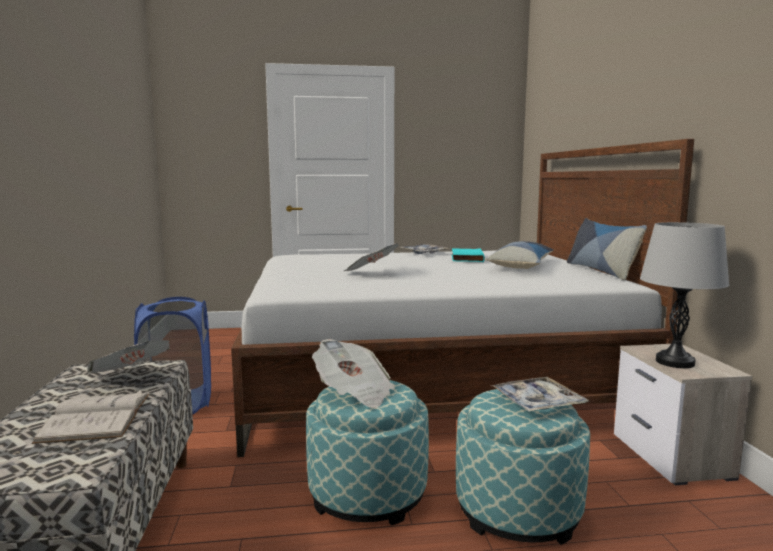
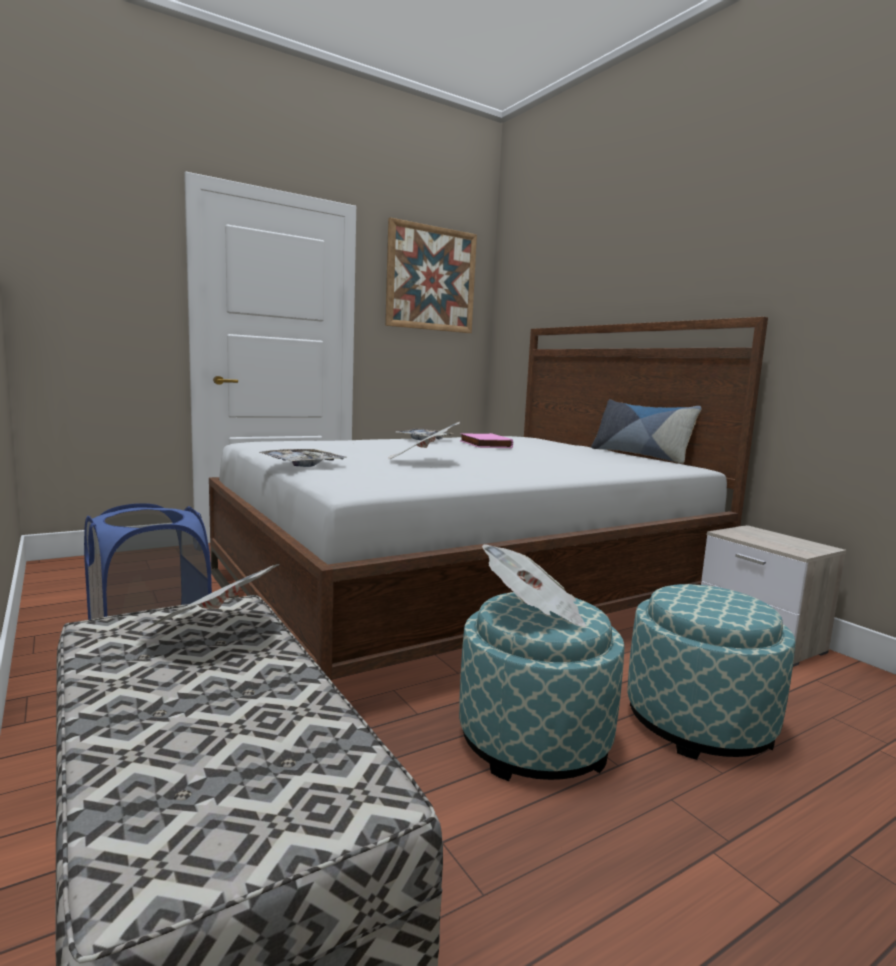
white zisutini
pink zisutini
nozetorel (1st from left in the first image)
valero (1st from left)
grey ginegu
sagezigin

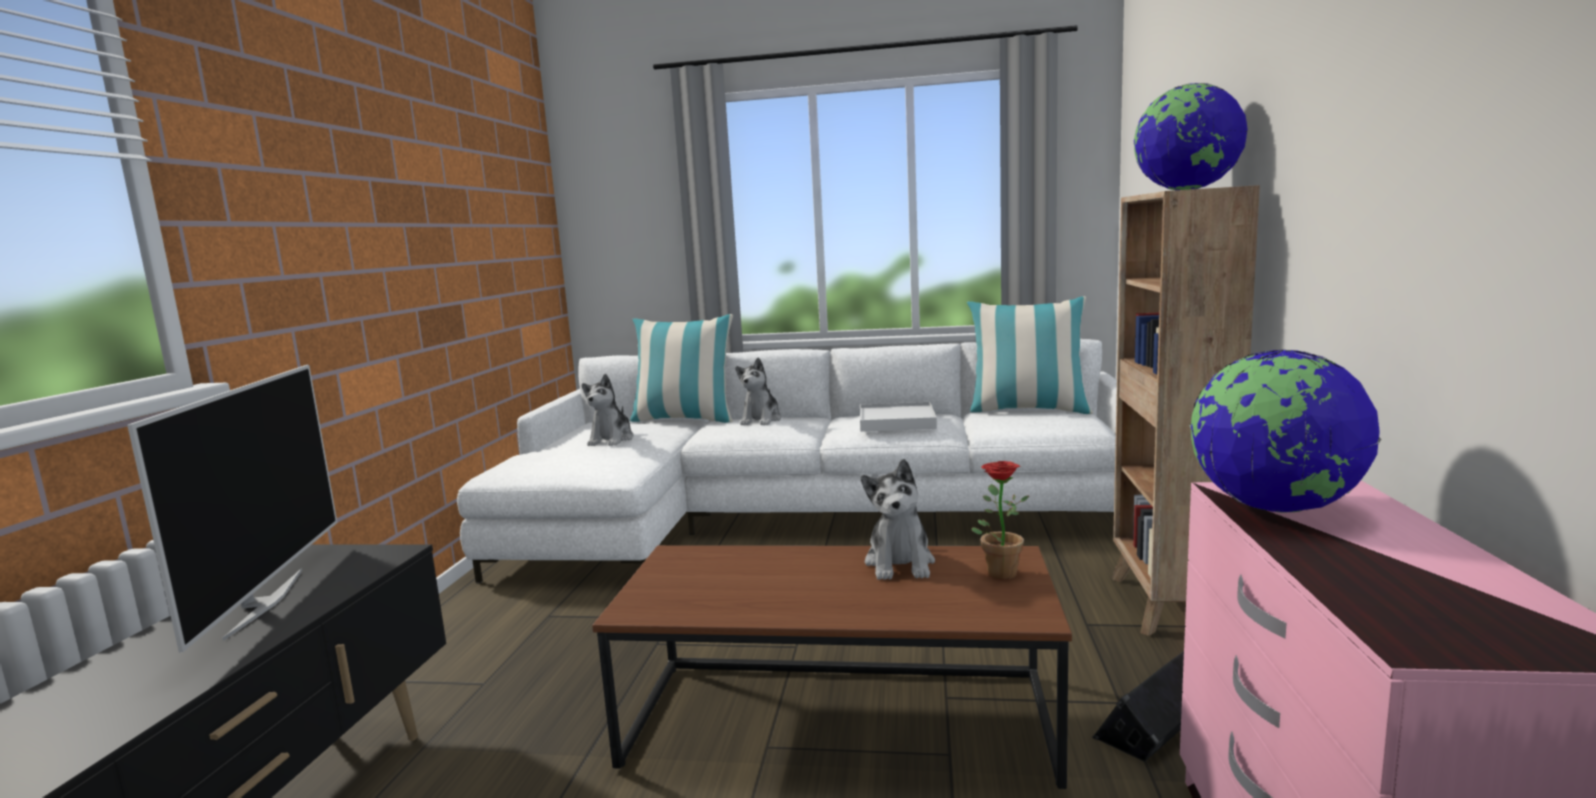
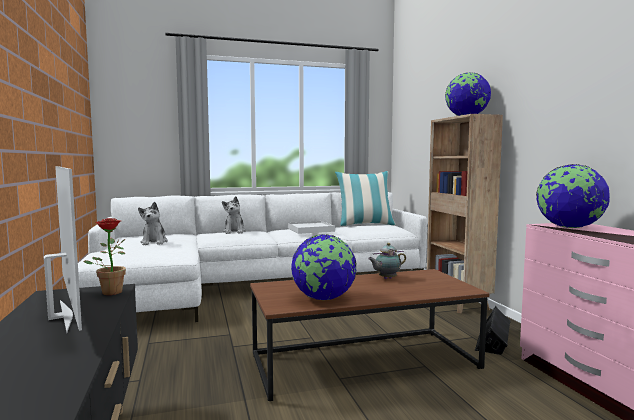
nozetorel (1st from left in the first image)
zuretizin
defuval
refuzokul (1st from left)

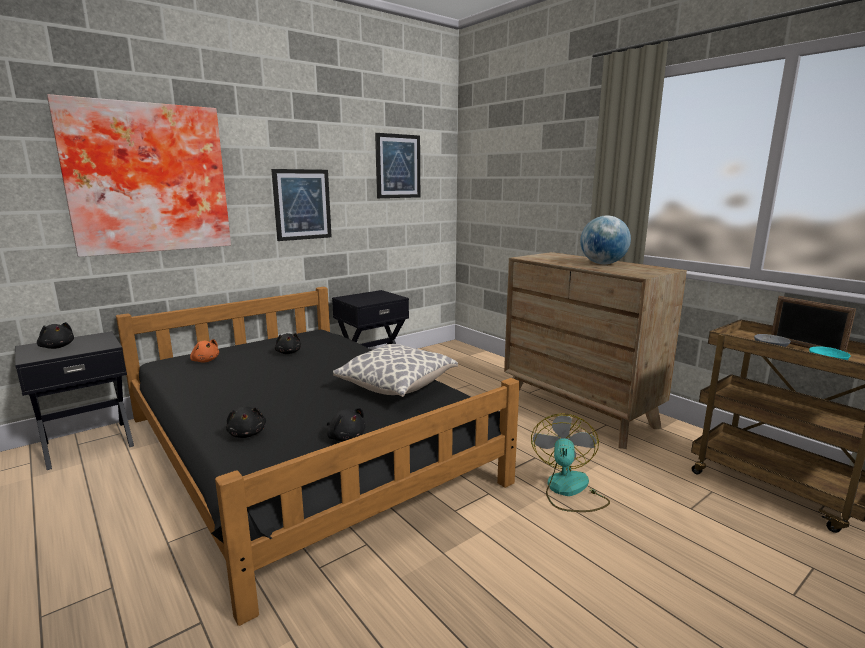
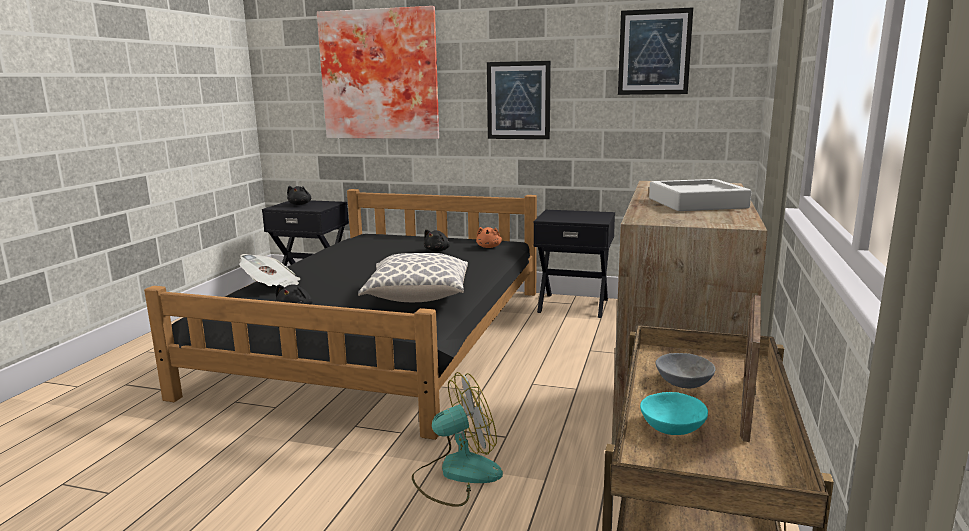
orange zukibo
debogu
grey valero

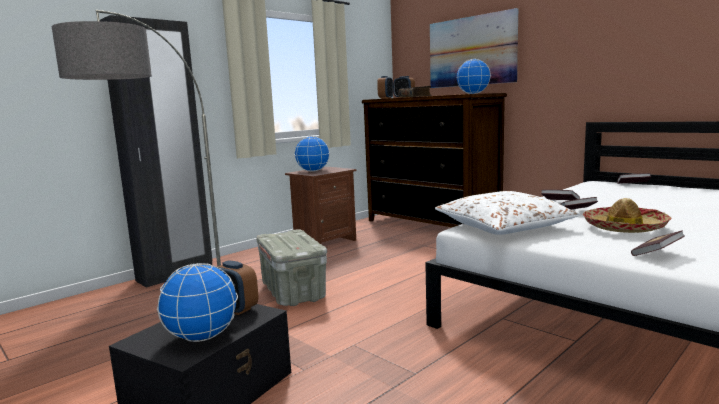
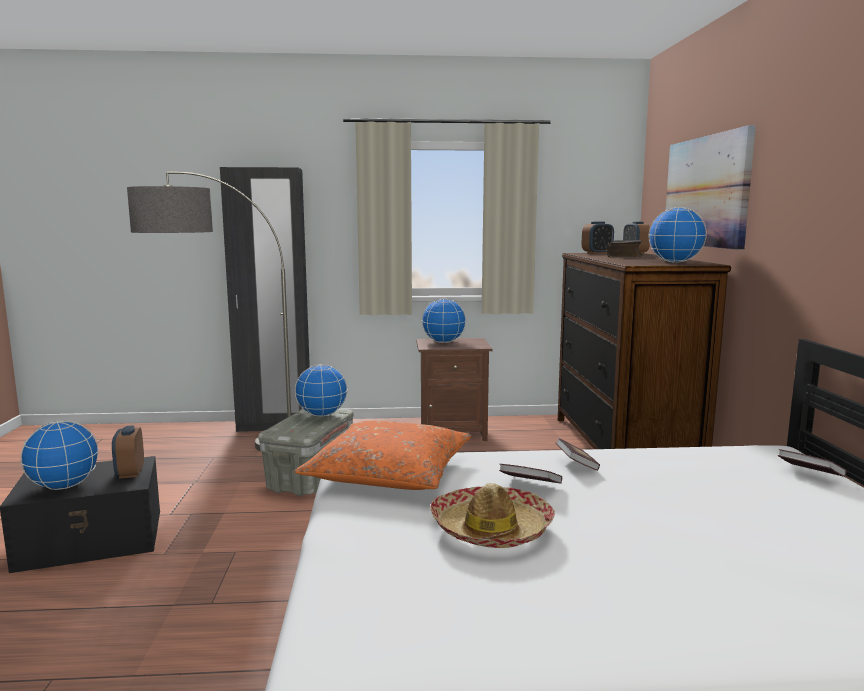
orange nozetorel
zisutini (5th from left in the first image)
refuzokul (2nd from left)

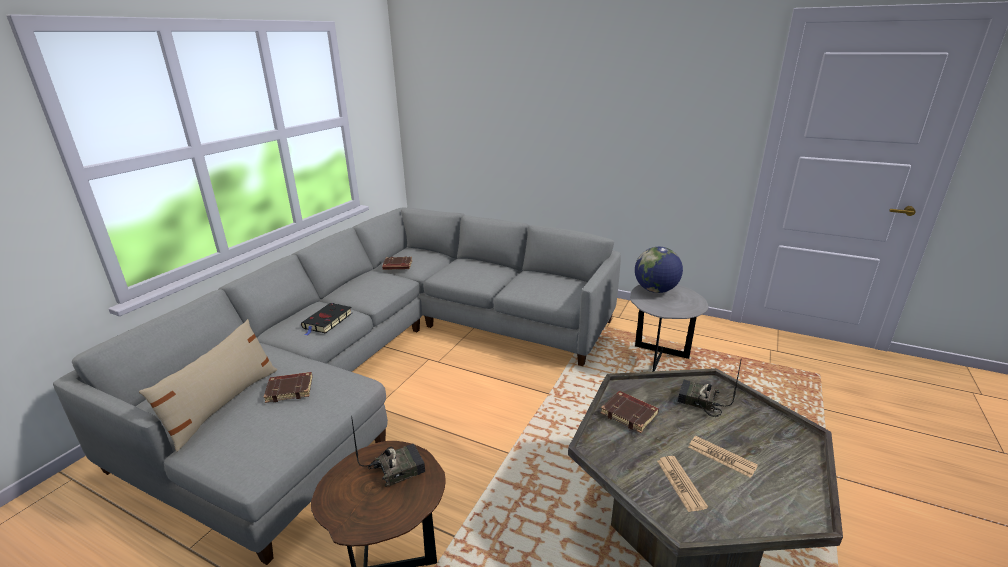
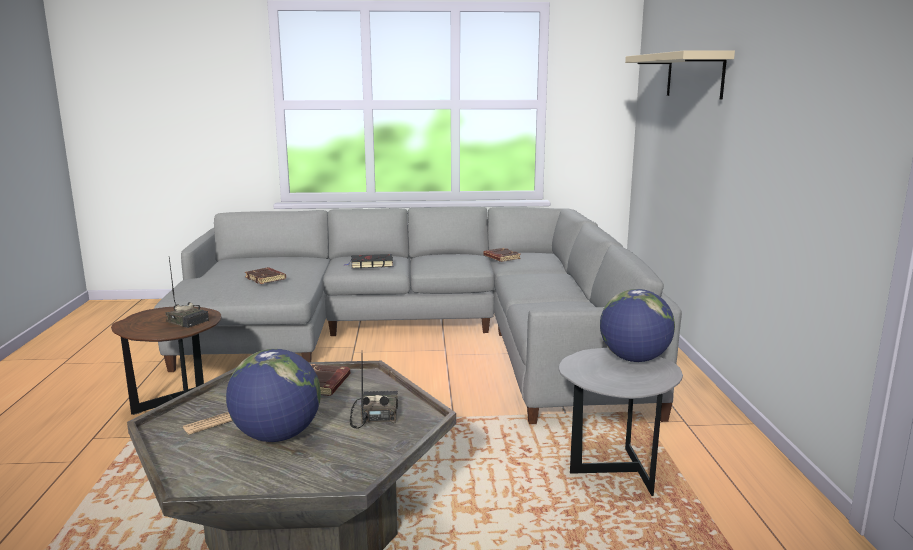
beige nozetorel
refuzokul (1st from left)
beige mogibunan

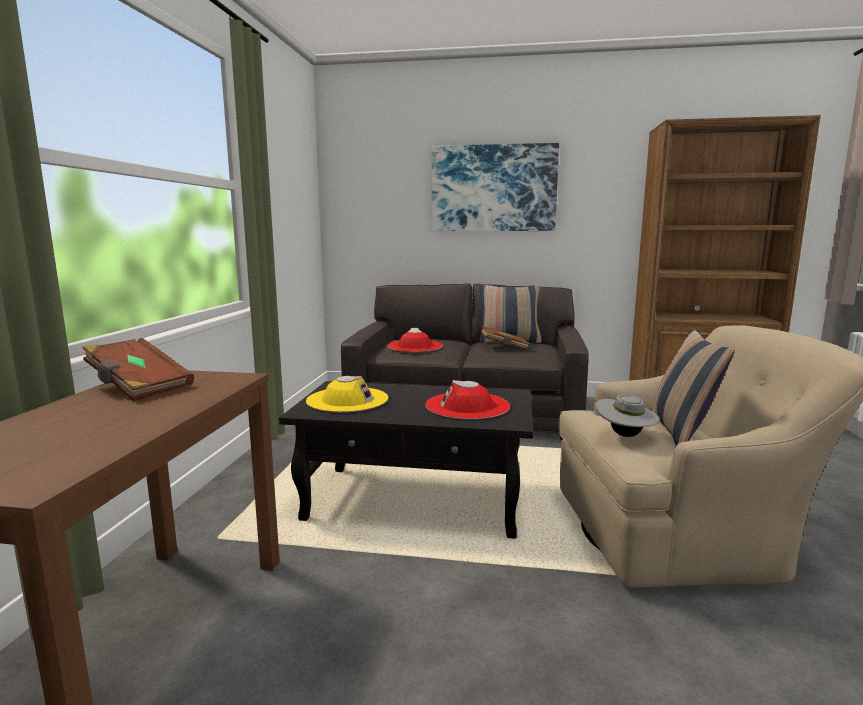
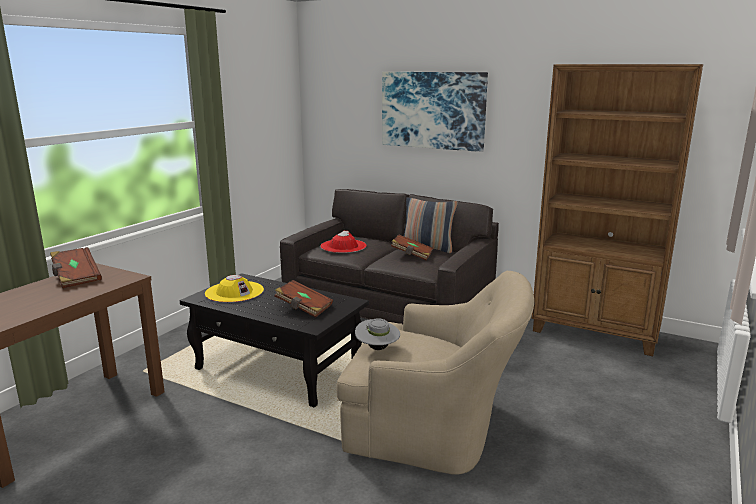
brown zisutini (2nd from left)
nozetorel (2nd from left in the first image)

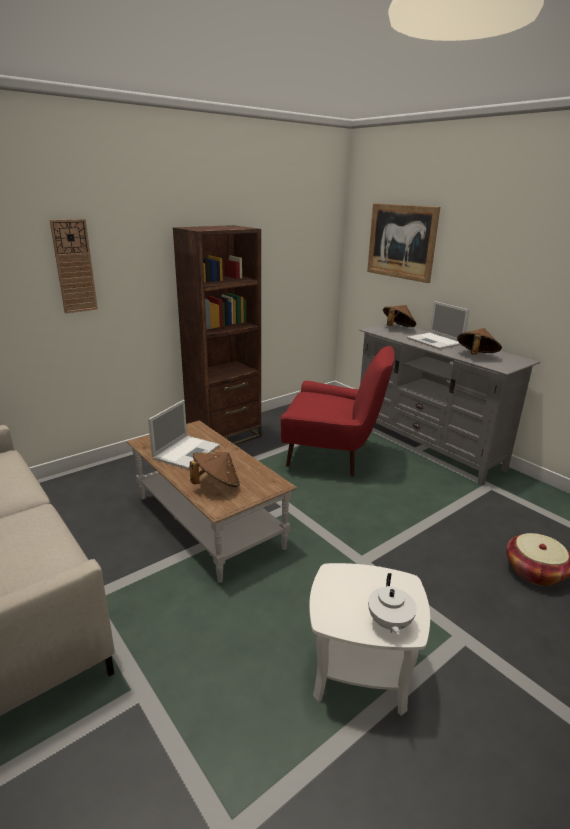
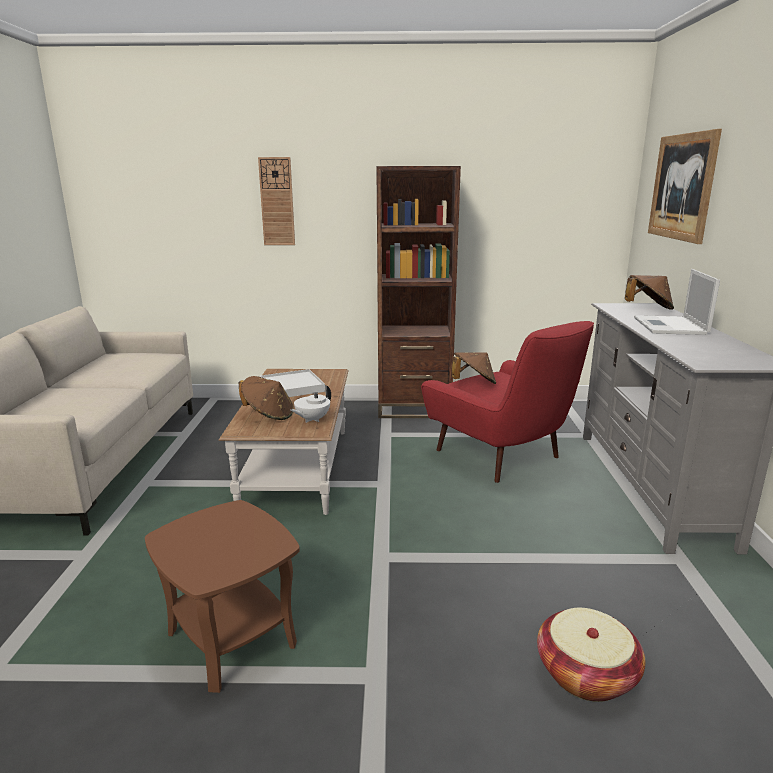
white valero
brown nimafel
white zuretizin
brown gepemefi (2nd from left)

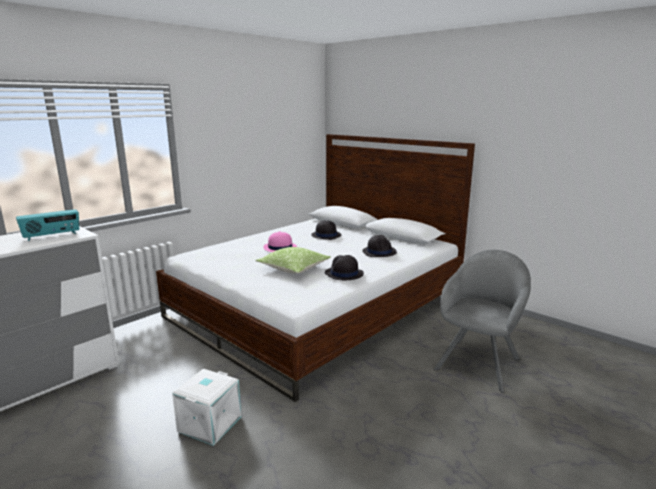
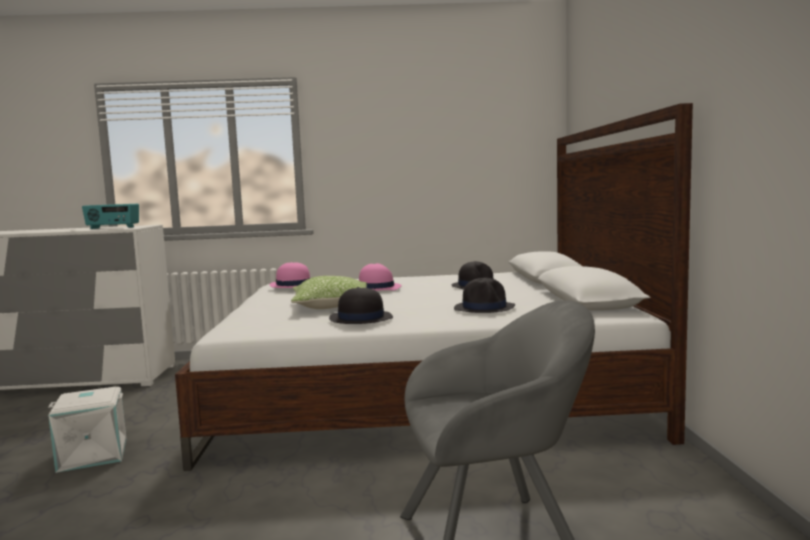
pink gepemefi (1st from left)

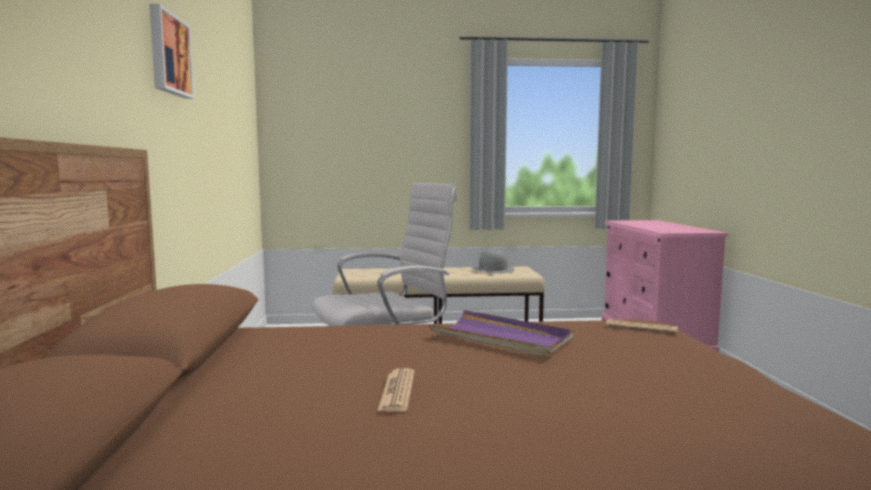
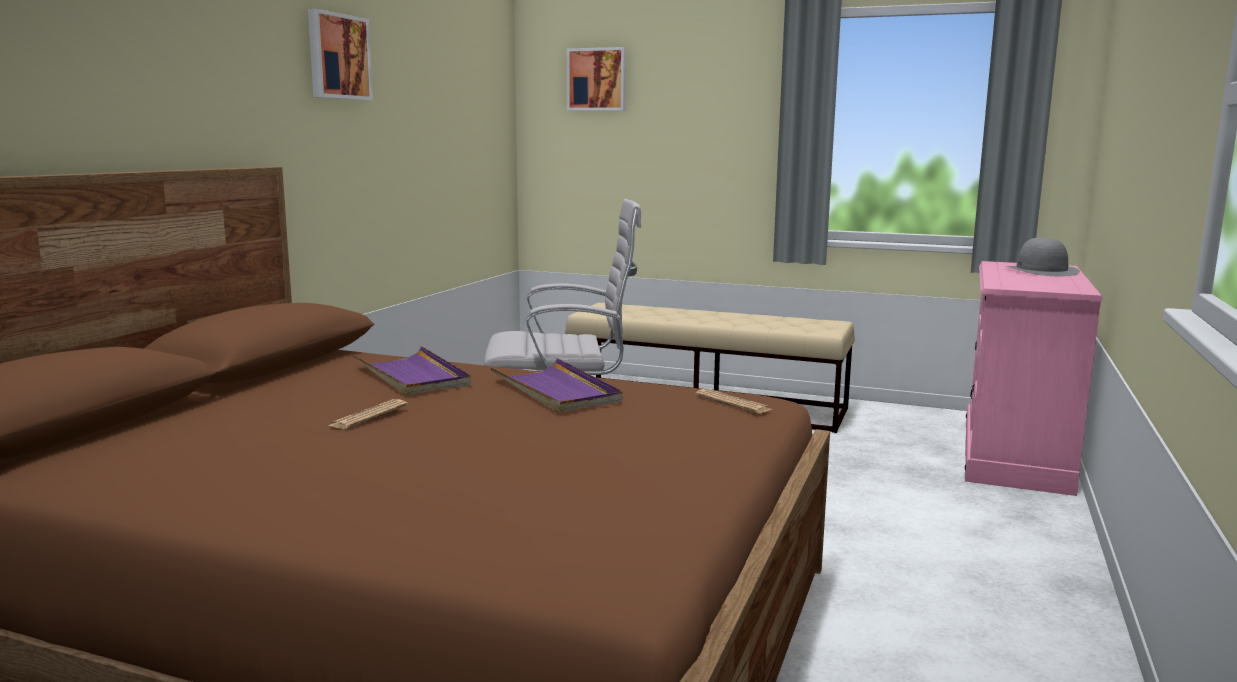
grey gepemefi
purple valero (1st from left)
sagezigin (2nd from left)

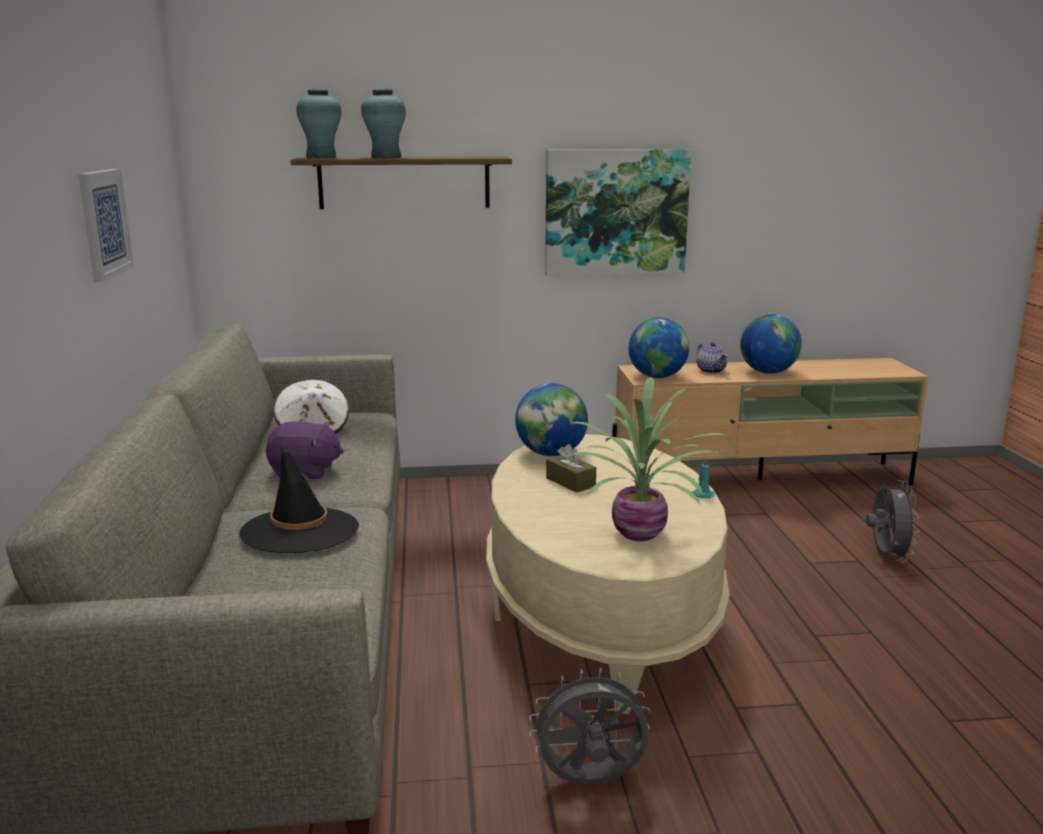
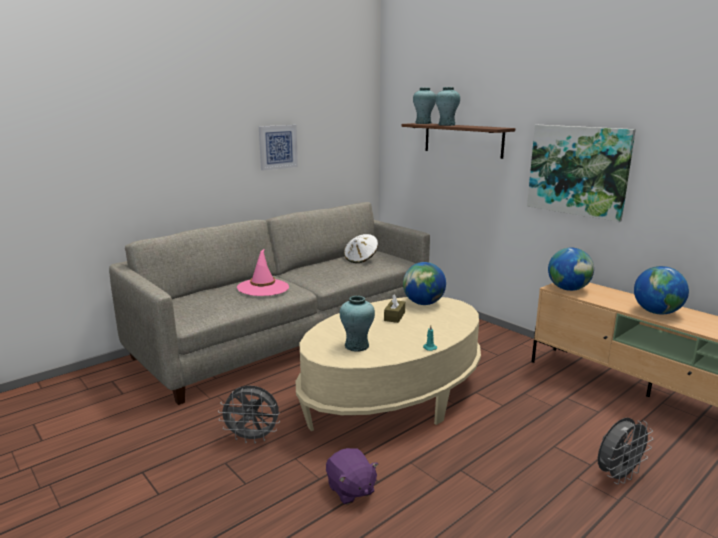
pink gepemefi
purple zukibo
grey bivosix (1st from left)
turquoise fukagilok (1st from left)
zuretizin

